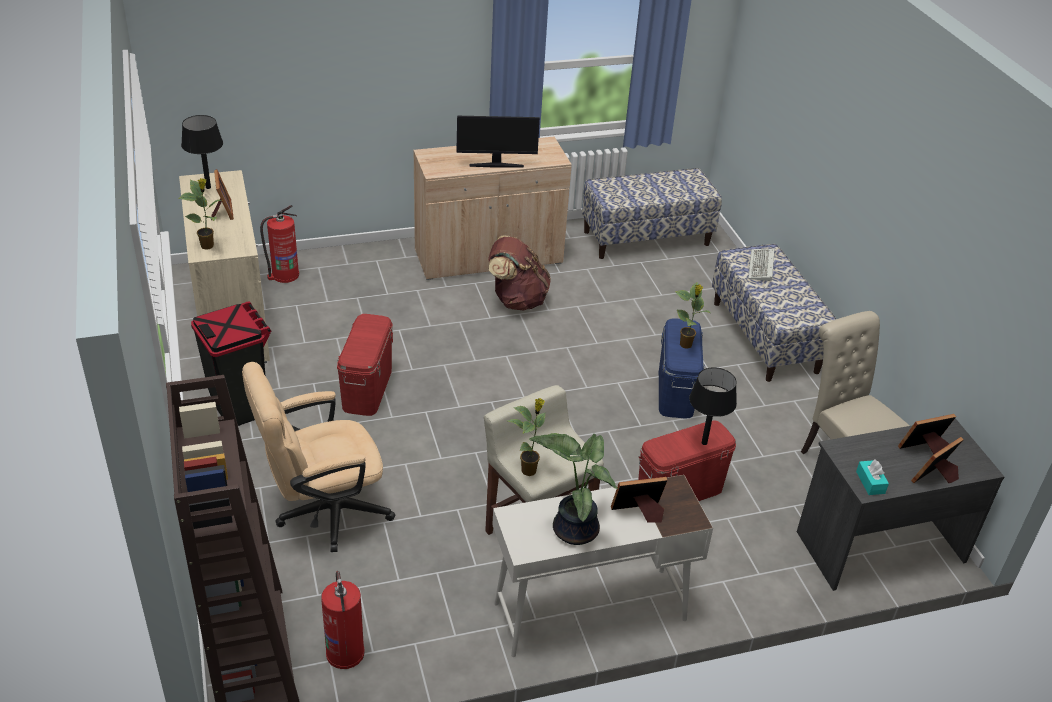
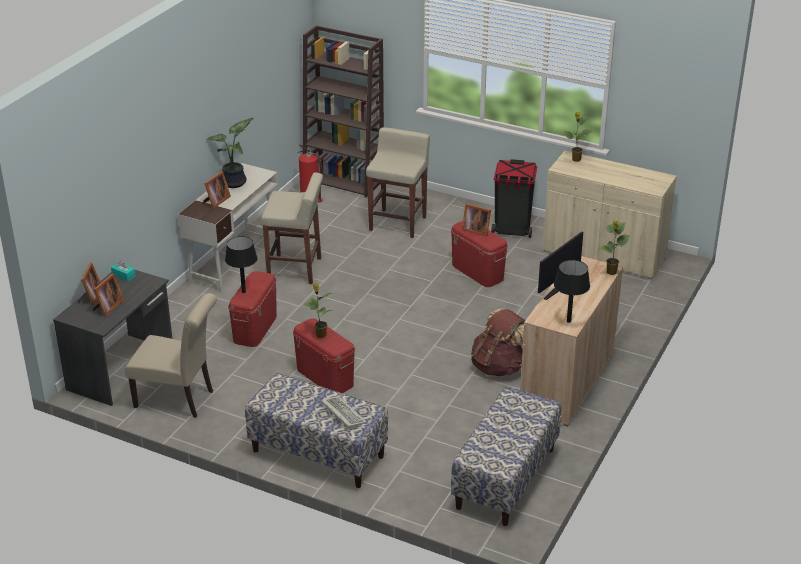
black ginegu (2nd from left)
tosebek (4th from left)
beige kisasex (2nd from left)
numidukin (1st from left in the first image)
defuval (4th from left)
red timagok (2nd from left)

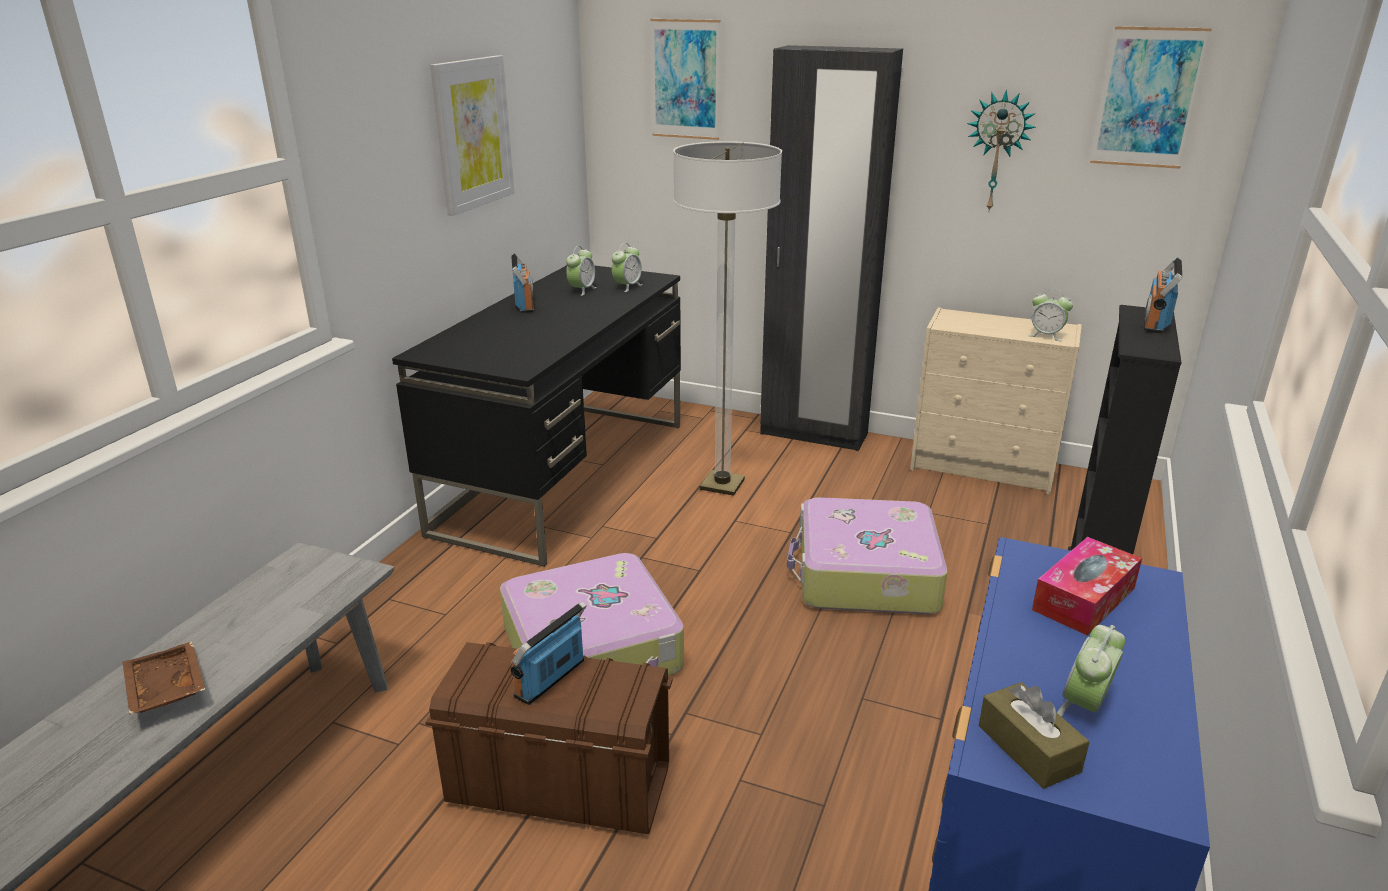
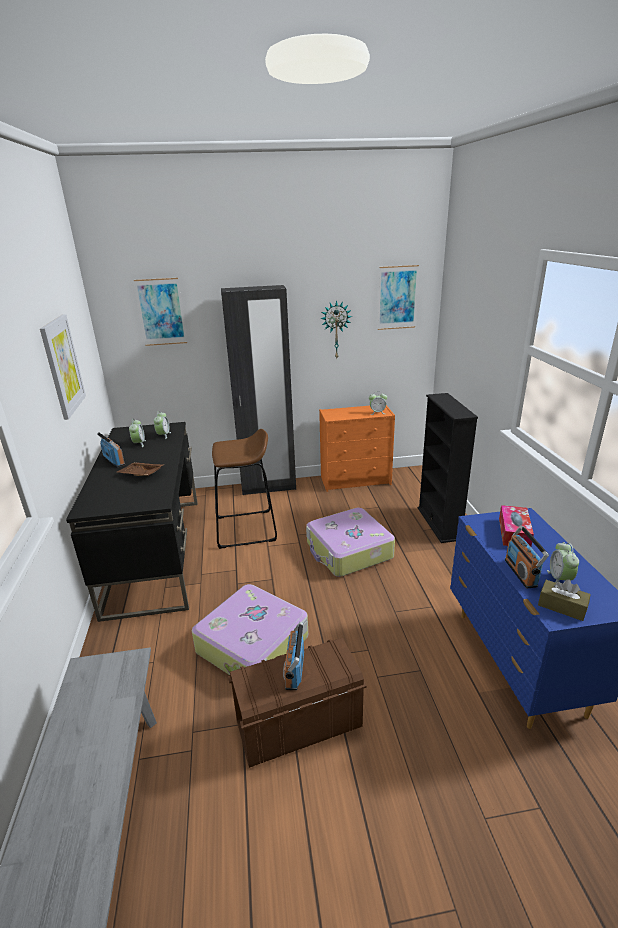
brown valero
brown kisasex
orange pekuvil
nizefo (3rd from left)

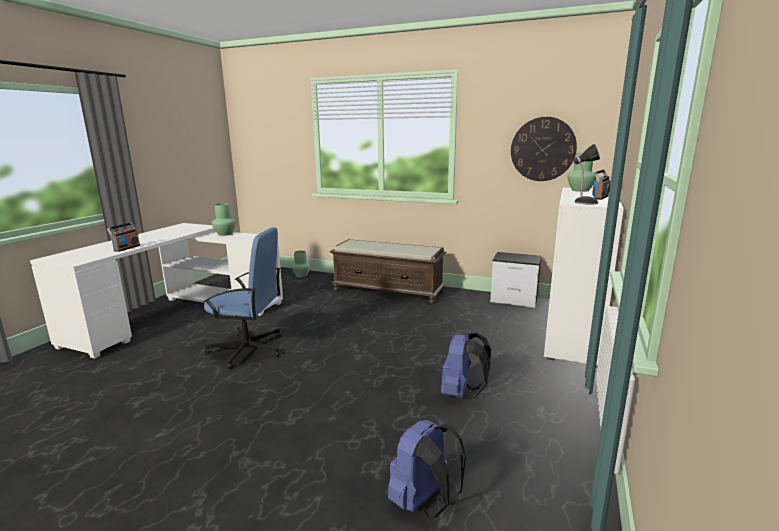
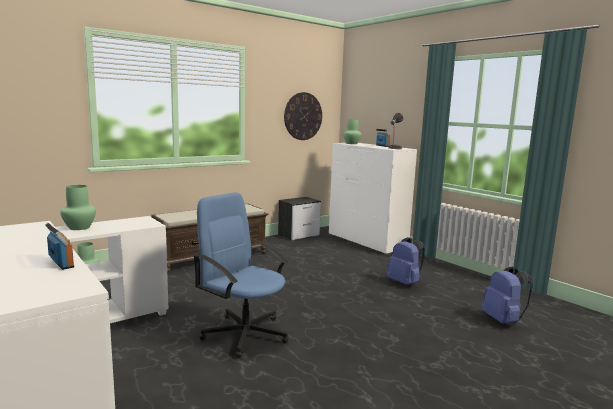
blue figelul

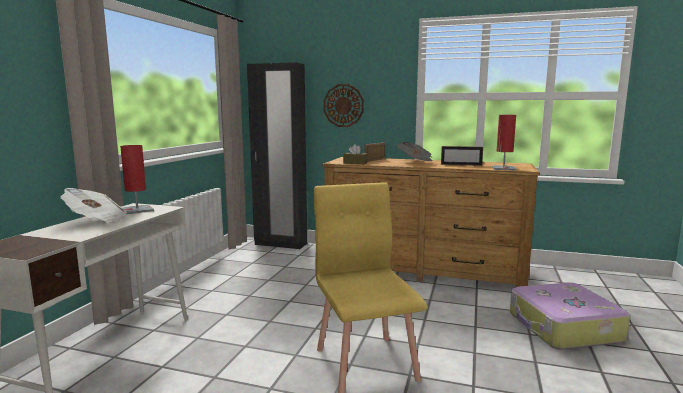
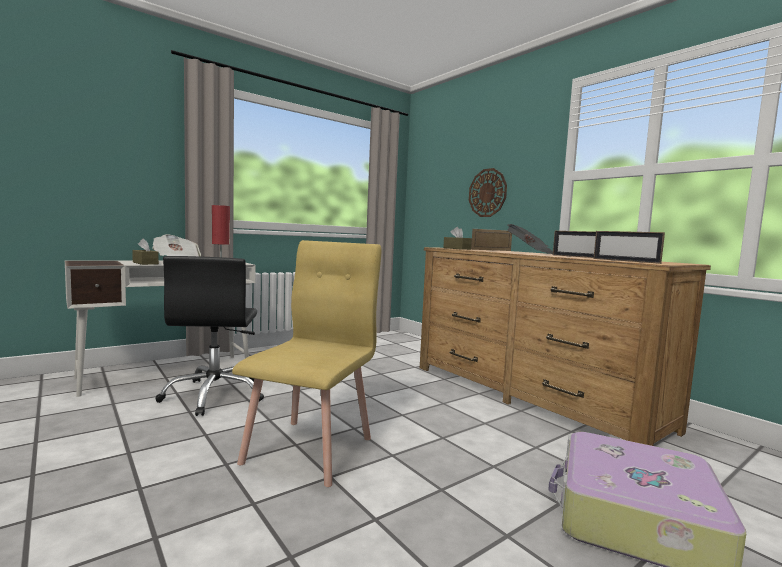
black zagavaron
tosebek (3rd from left)
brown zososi (1st from left)
black figelul

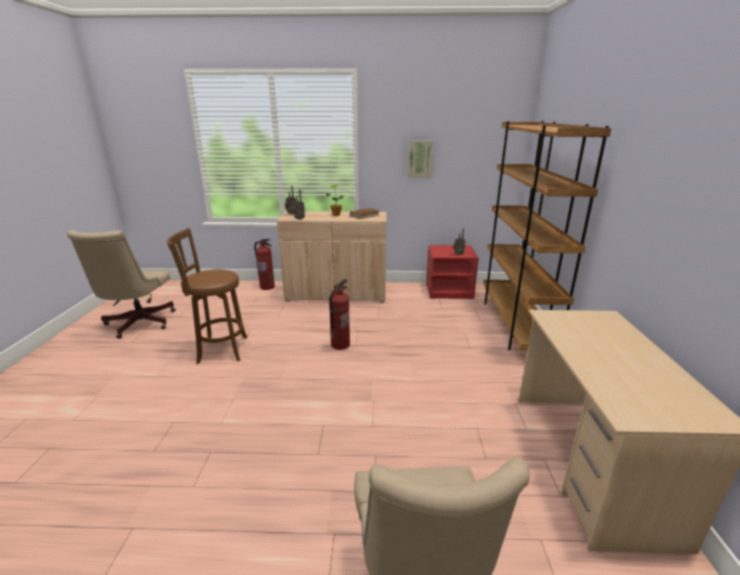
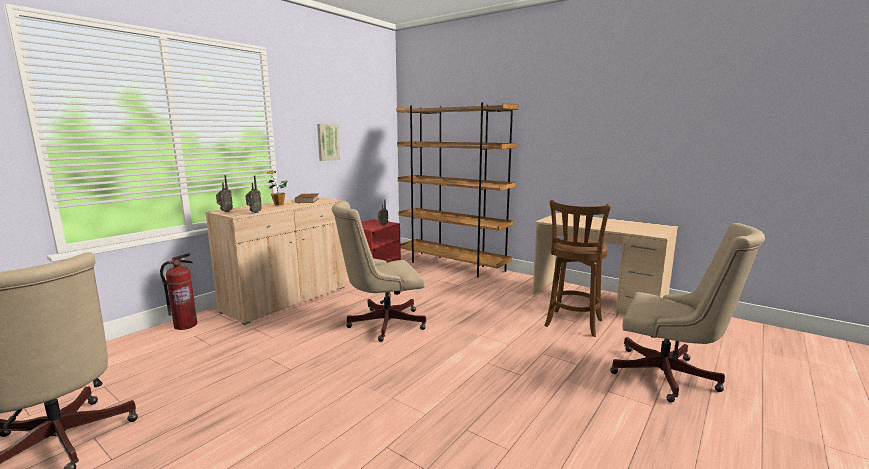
brown kisasex
beige figelul (2nd from left)

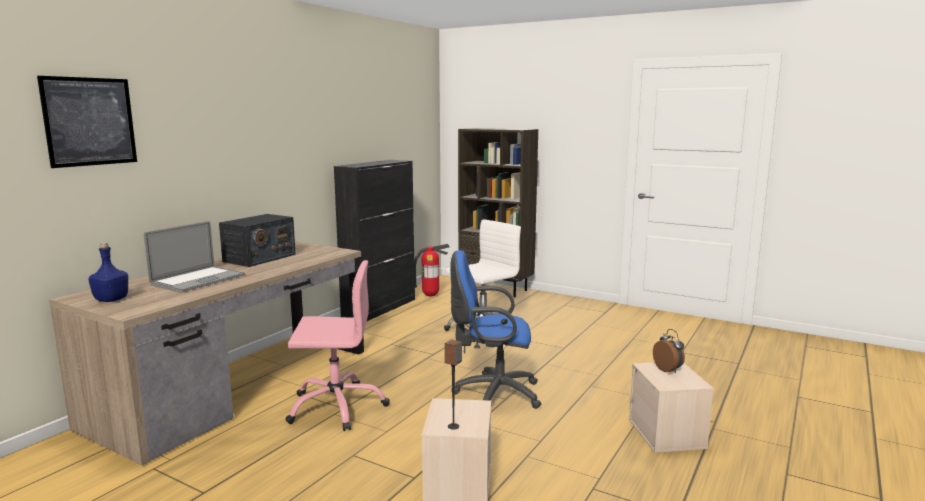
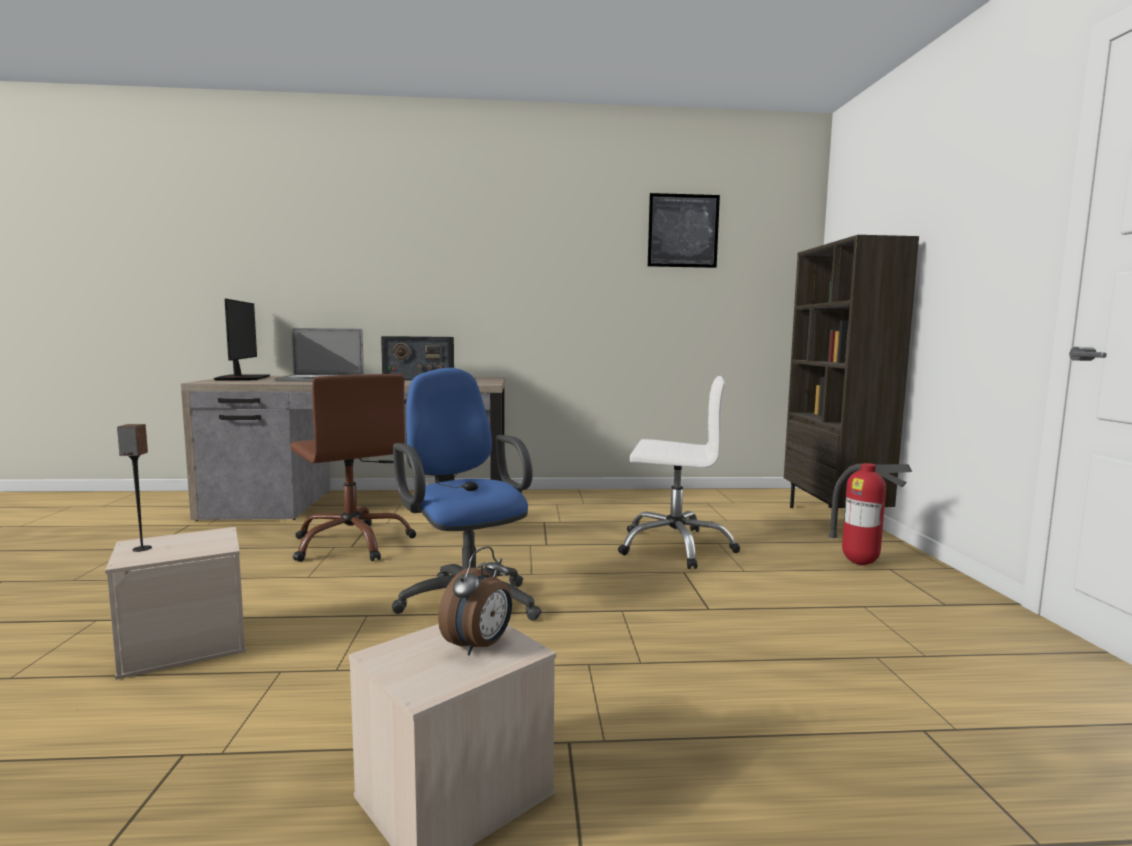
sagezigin
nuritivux
brown figelul
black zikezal
numidukin

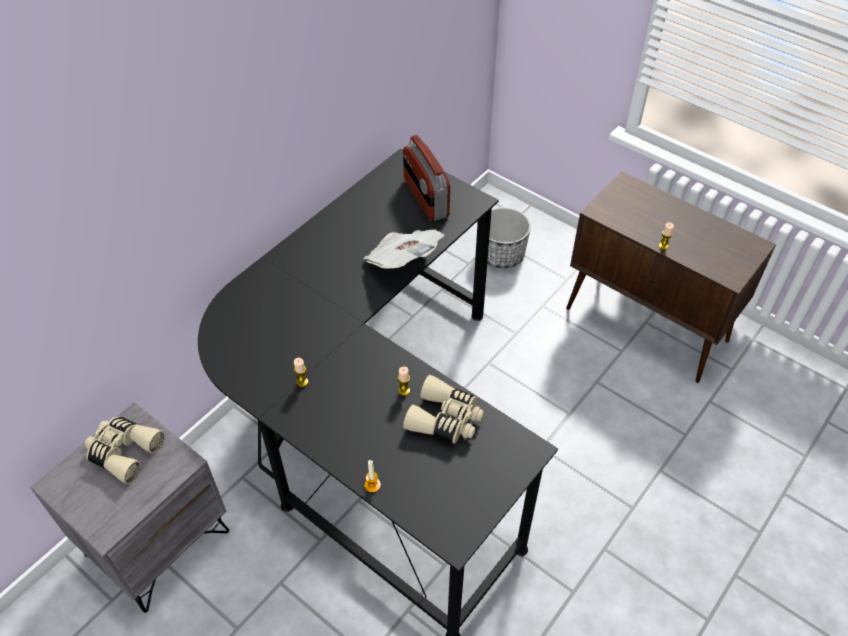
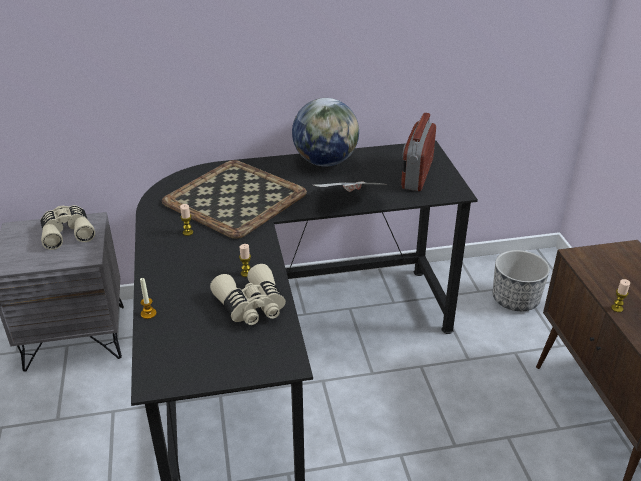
valero
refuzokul

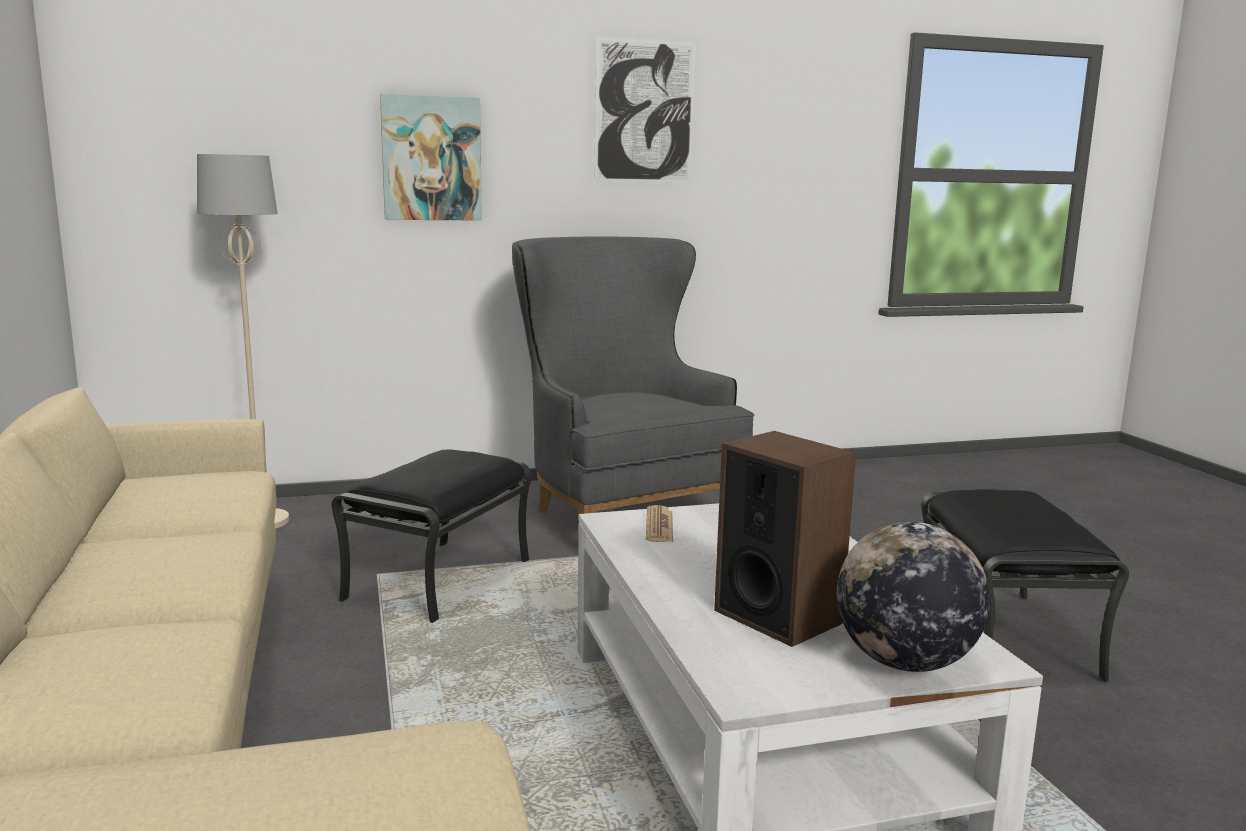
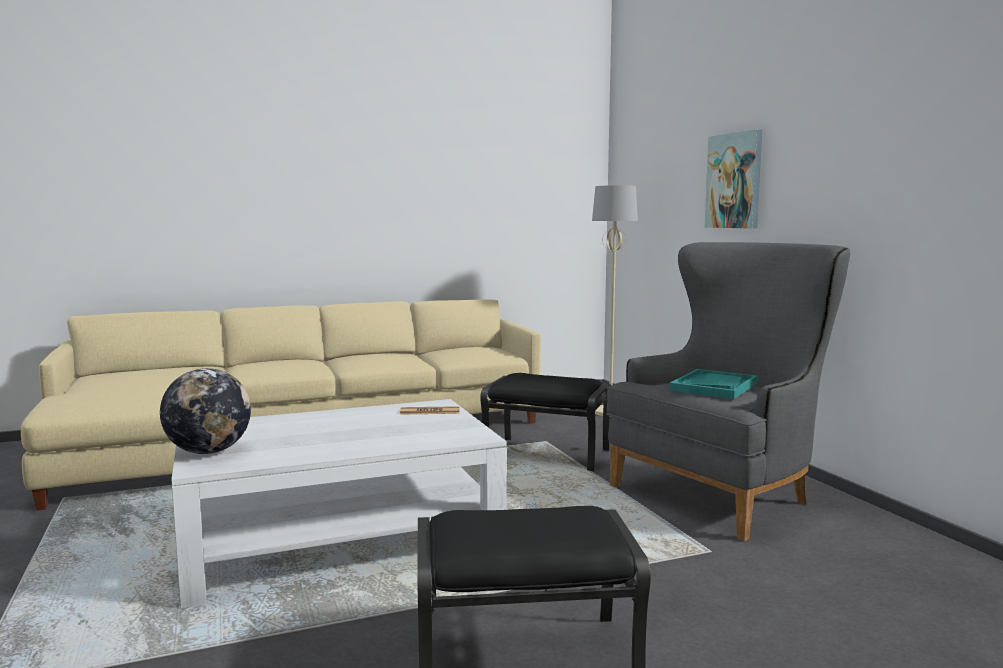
sagezigin (2nd from left in the first image)
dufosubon
turquoise valero

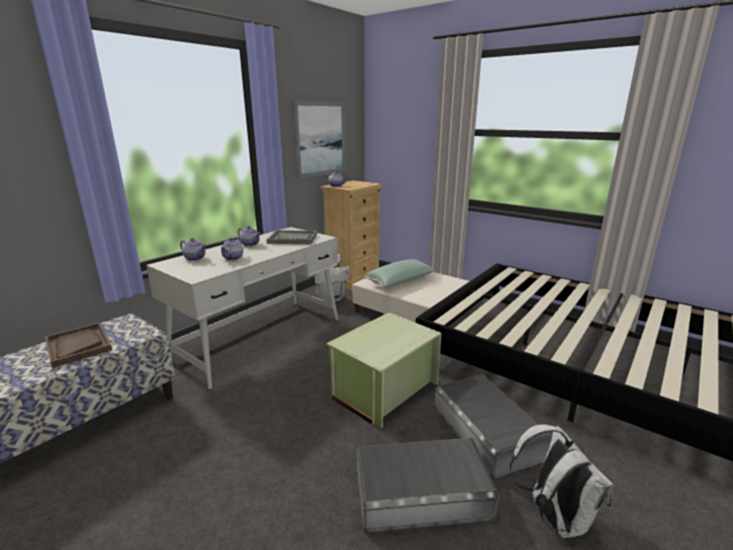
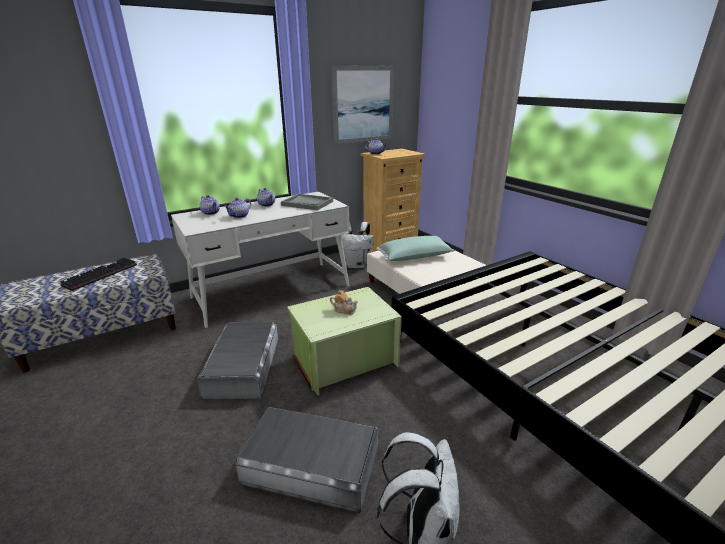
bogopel
grey timagok (1st from left)
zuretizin (4th from left)

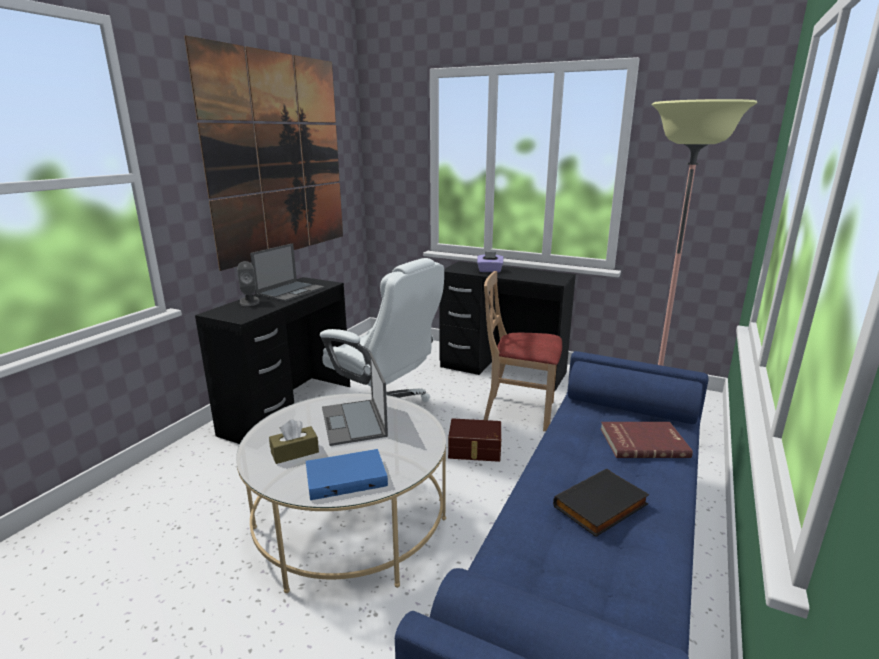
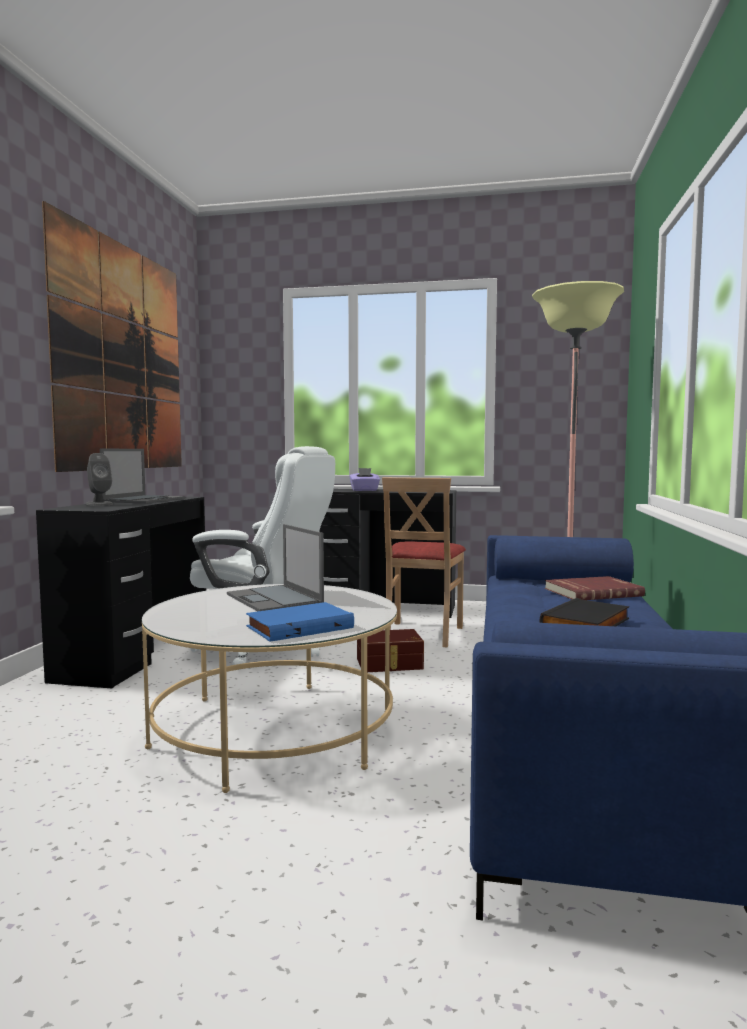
brown zososi
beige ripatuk

